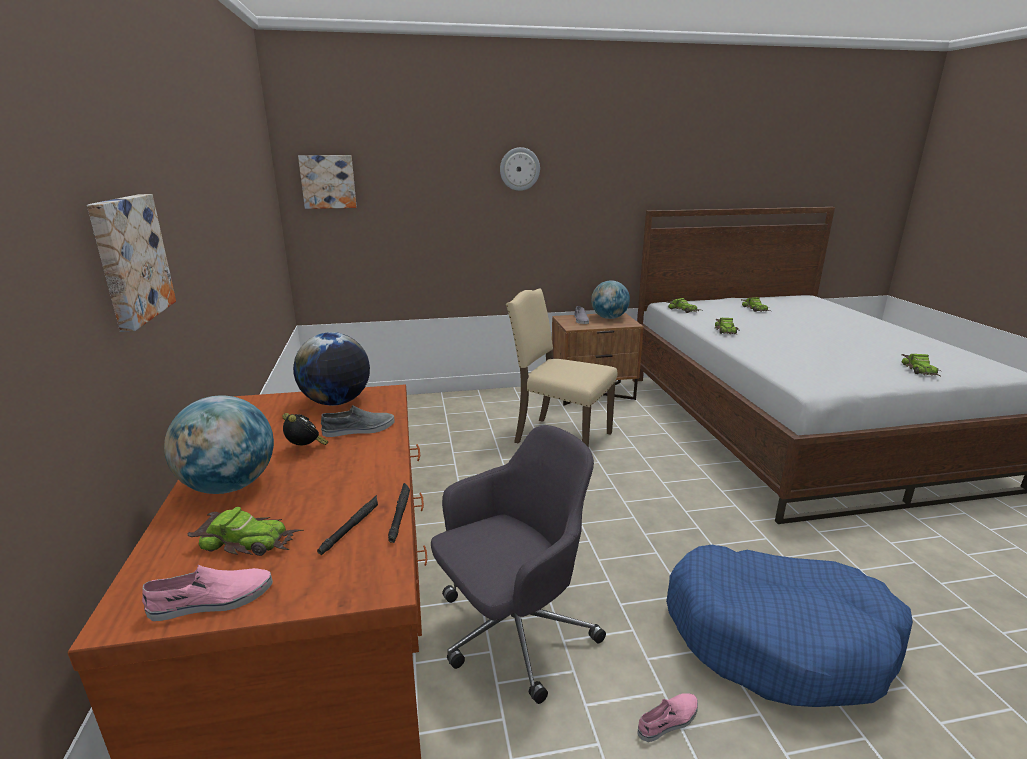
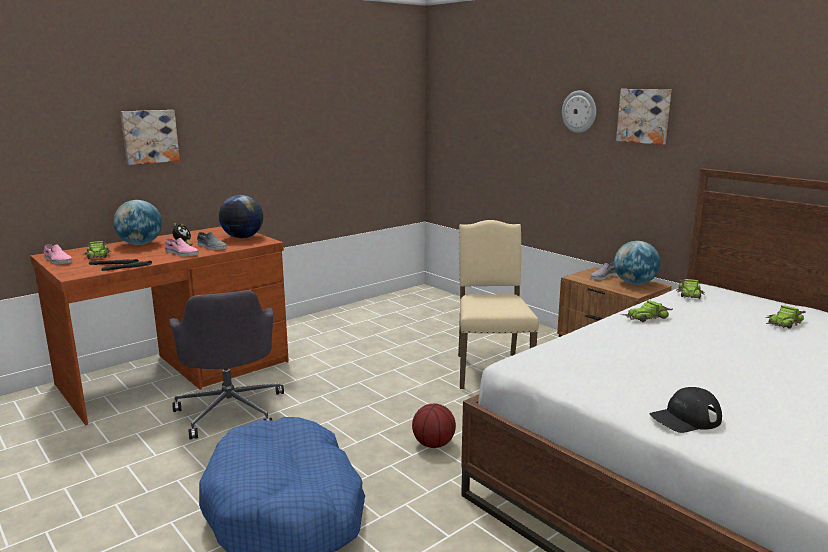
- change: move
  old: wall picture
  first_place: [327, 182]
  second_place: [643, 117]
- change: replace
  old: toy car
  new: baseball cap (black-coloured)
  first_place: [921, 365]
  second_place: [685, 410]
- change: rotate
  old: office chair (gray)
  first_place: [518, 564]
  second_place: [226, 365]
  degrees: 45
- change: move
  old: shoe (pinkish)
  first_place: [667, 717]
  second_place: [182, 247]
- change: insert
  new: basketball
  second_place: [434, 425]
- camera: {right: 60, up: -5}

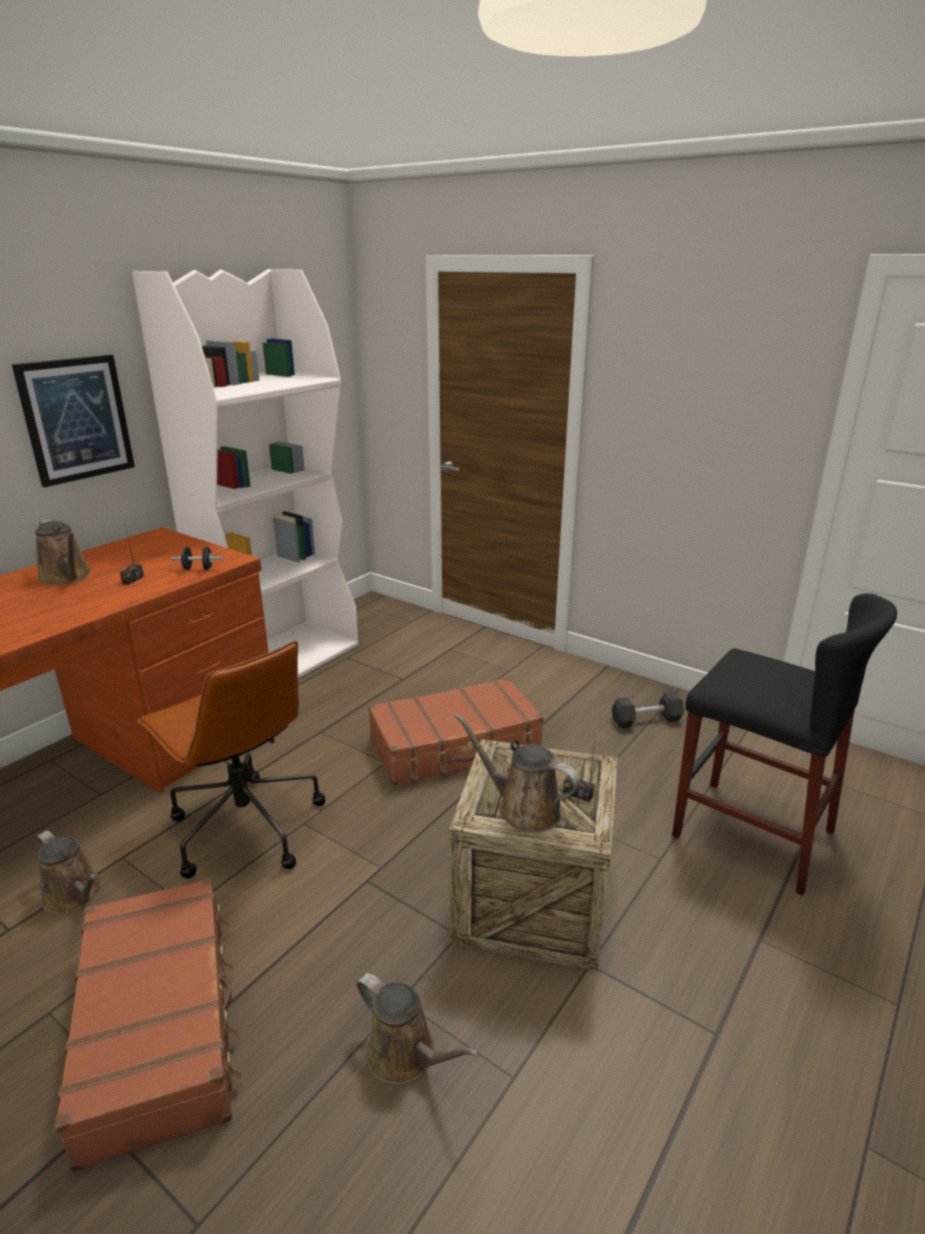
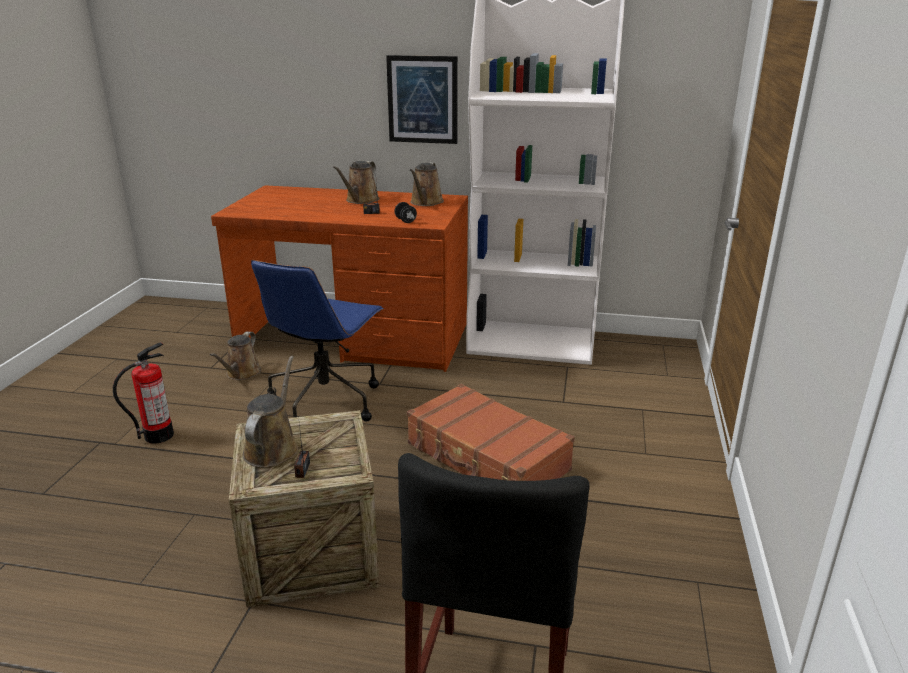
- change: recolor
  old: office chair (brown)
  new: office chair (bluish)
  first_place: [231, 760]
  second_place: [317, 341]
- change: delete
  old: hand weight (black-coloured)
  first_place: [648, 709]
- change: replace
  old: suitcase (brown)
  new: fire-fighting cylinder
  first_place: [148, 1025]
  second_place: [143, 393]
- change: move
  old: sprinkling can (brown)
  first_place: [417, 1029]
  second_place: [427, 184]
- camera: {right: 65, up: 0}

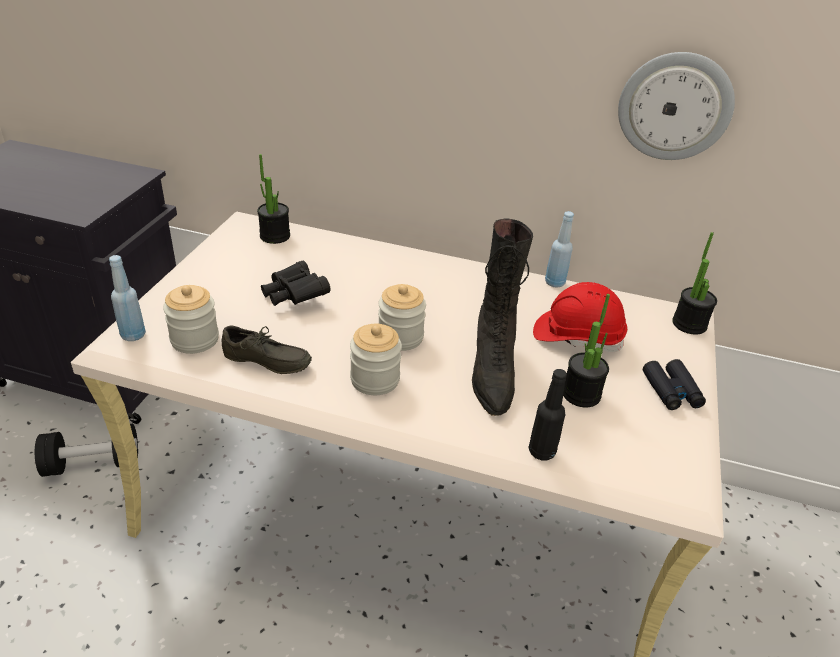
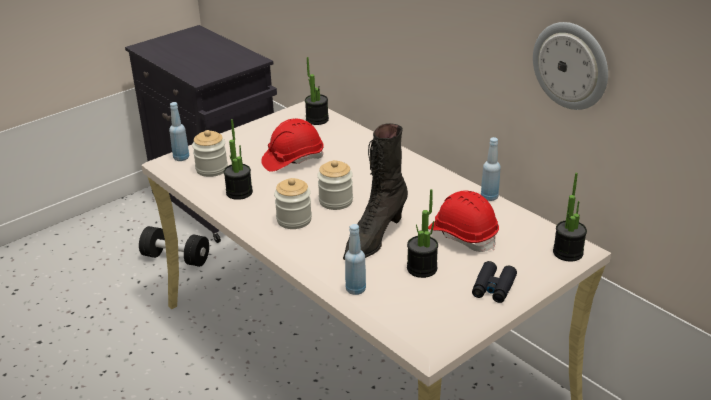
- change: replace
  old: field glasses (black-coloured)
  new: safety helmet (red)
  first_place: [296, 283]
  second_place: [292, 145]
- change: replace
  old: shoe (gray)
  new: houseplant
  first_place: [267, 349]
  second_place: [238, 159]
- change: recolor
  old: drink bottle (black-coloured)
  new: drink bottle (bluish)
  first_place: [547, 414]
  second_place: [355, 259]
- camera: {right: 35, up: -5}

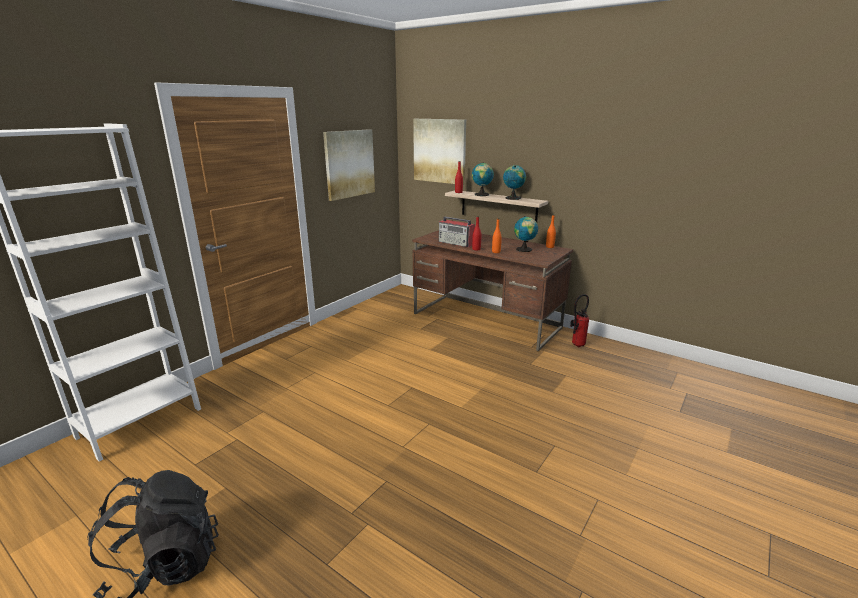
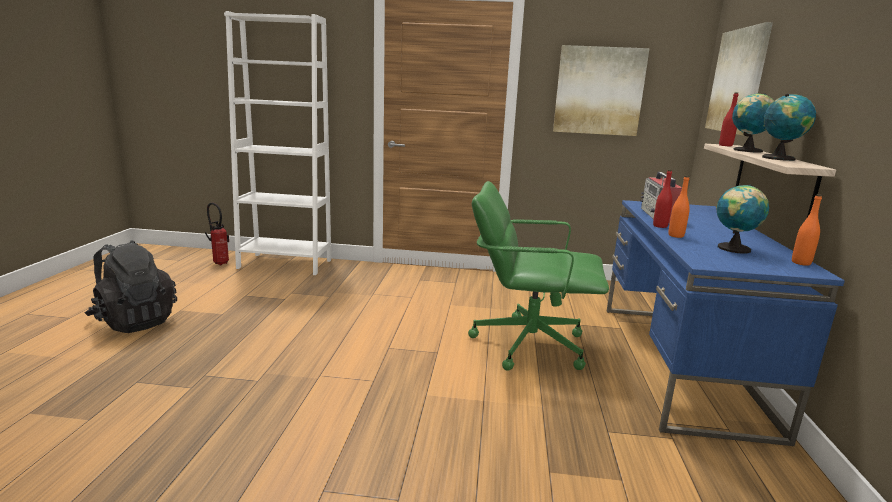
- change: recolor
  old: desk table (brown)
  new: desk table (bluish)
  first_place: [492, 290]
  second_place: [726, 323]
- change: move
  old: fire-fighting cylinder
  first_place: [579, 321]
  second_place: [217, 234]
- change: insert
  new: office chair (greenish)
  second_place: [538, 276]
- camera: {right: 60, up: -5}

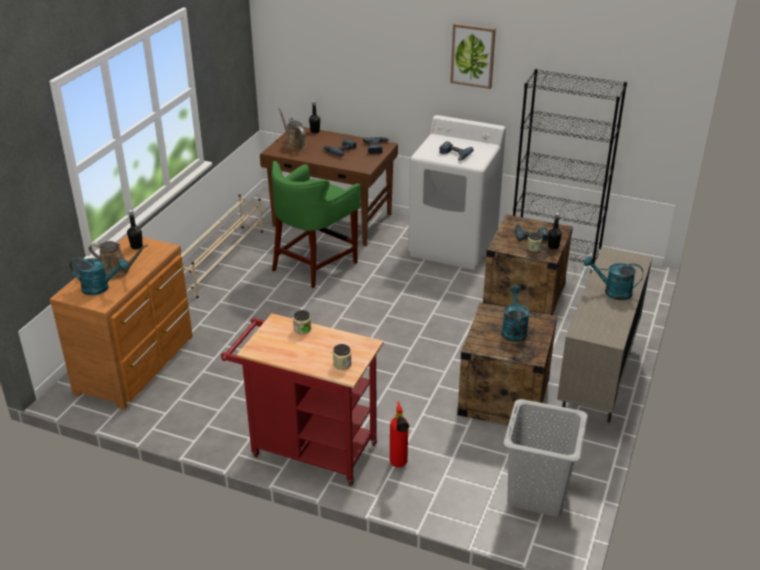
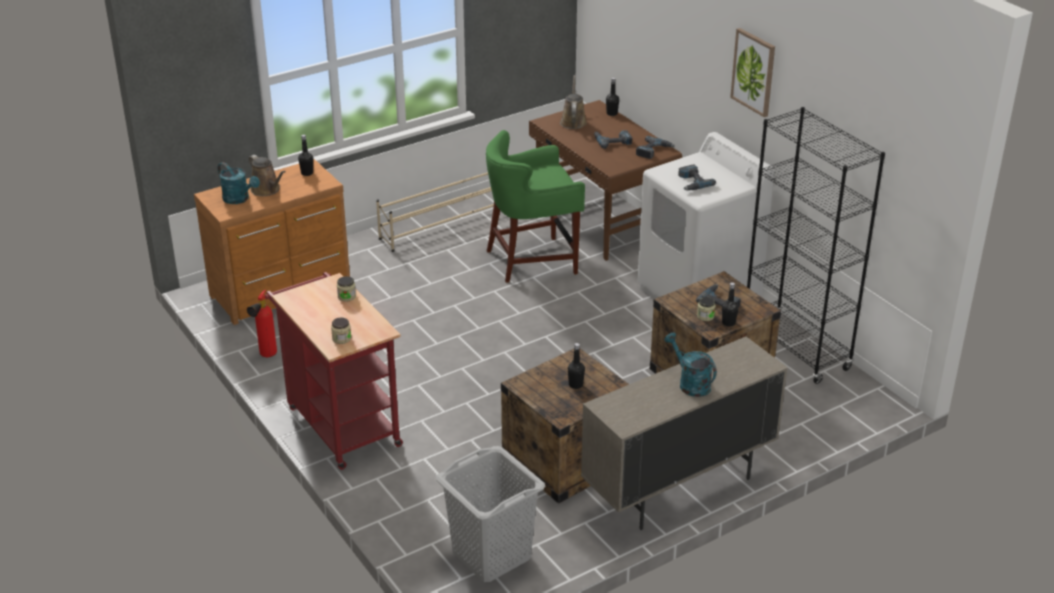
- change: replace
  old: sprinkling can (turquoise)
  new: drink bottle (black-coloured)
  first_place: [516, 314]
  second_place: [576, 366]
- change: move
  old: fire-fighting cylinder
  first_place: [399, 434]
  second_place: [262, 323]
- camera: {right: 35, up: 0}

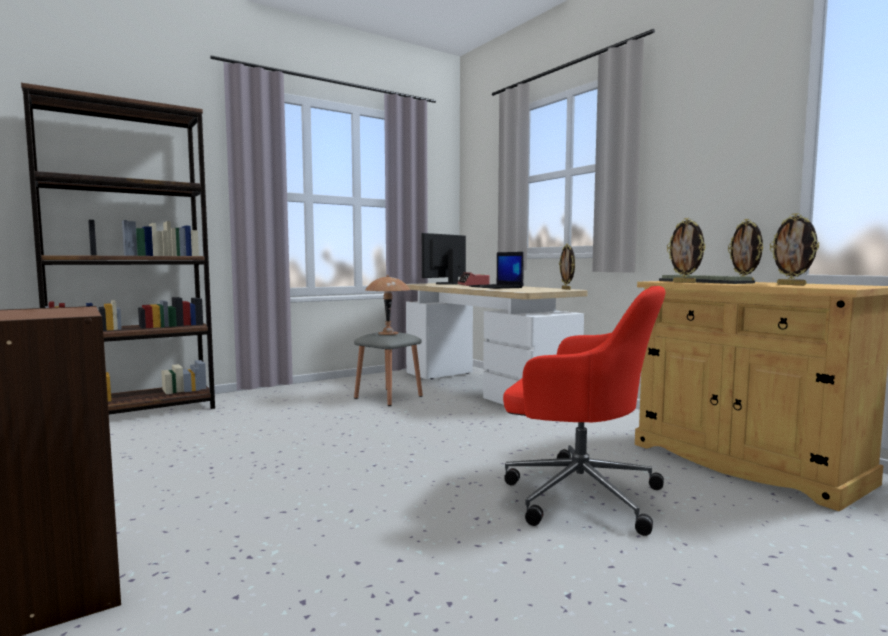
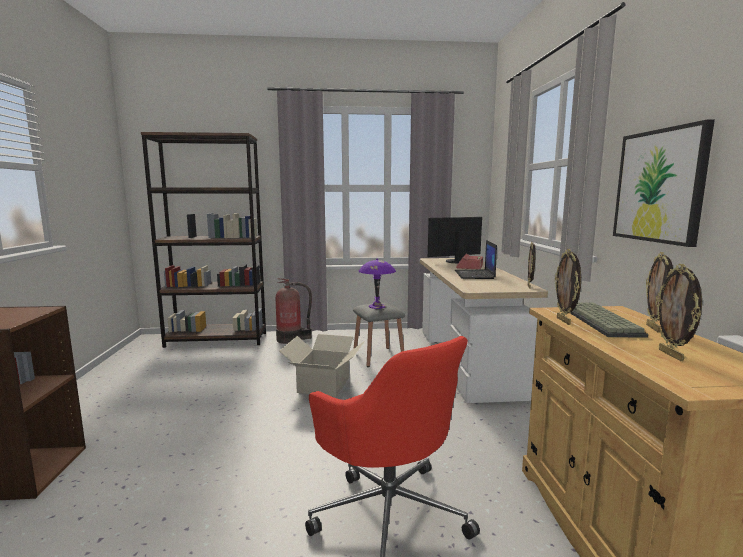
- change: recolor
  old: table lamp (brown)
  new: table lamp (purple)
  first_place: [387, 305]
  second_place: [377, 283]
- change: insert
  new: wall picture
  second_place: [664, 183]
- change: insert
  new: fire-fighting cylinder
  second_place: [294, 311]
- change: insert
  new: carton
  second_place: [322, 365]
- camera: {right: 30, up: 5}

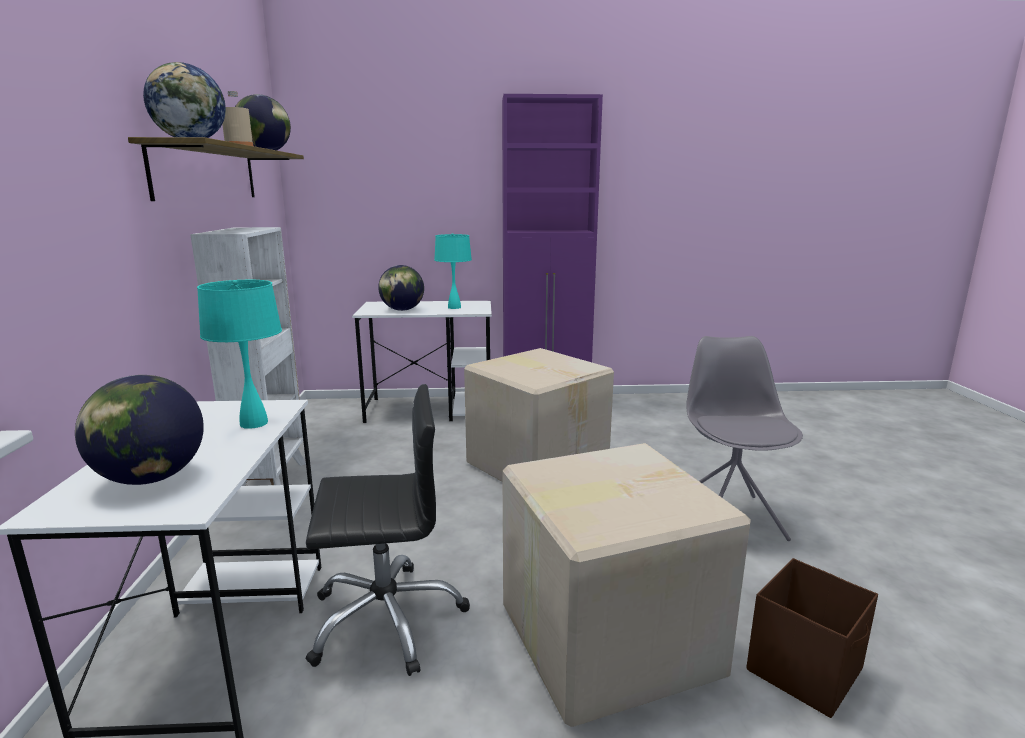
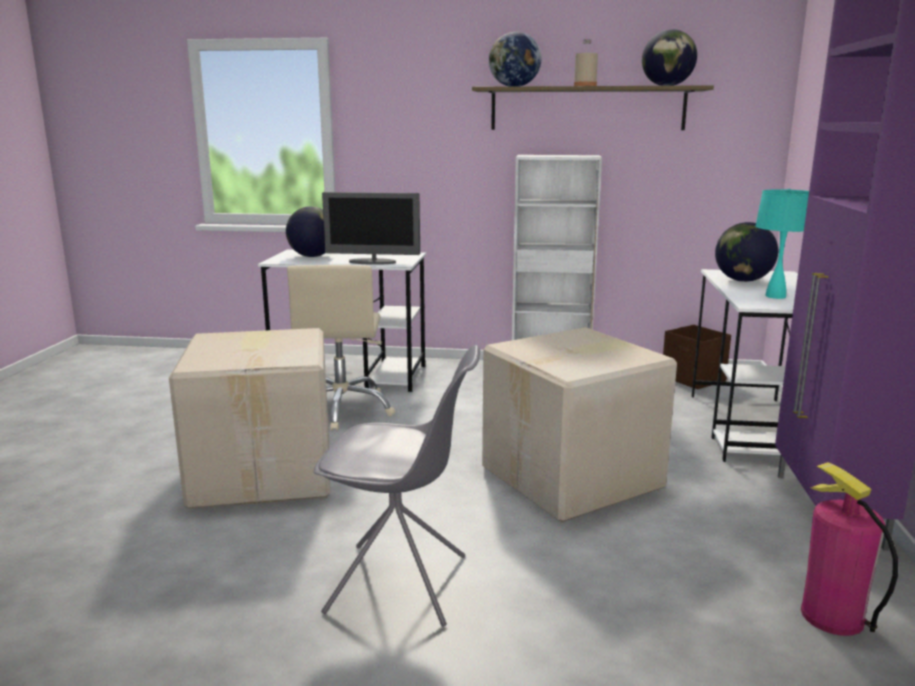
- change: replace
  old: table lamp (turquoise)
  new: computer screen
  first_place: [239, 354]
  second_place: [371, 228]
- change: recolor
  old: office chair (black-coloured)
  new: office chair (sand-coloured)
  first_place: [388, 530]
  second_place: [341, 348]
- change: move
  old: storage bin (brown)
  first_place: [812, 638]
  second_place: [697, 357]
- change: insert
  new: fire-fighting cylinder
  second_place: [849, 549]
- camera: {right: 100, up: 0}

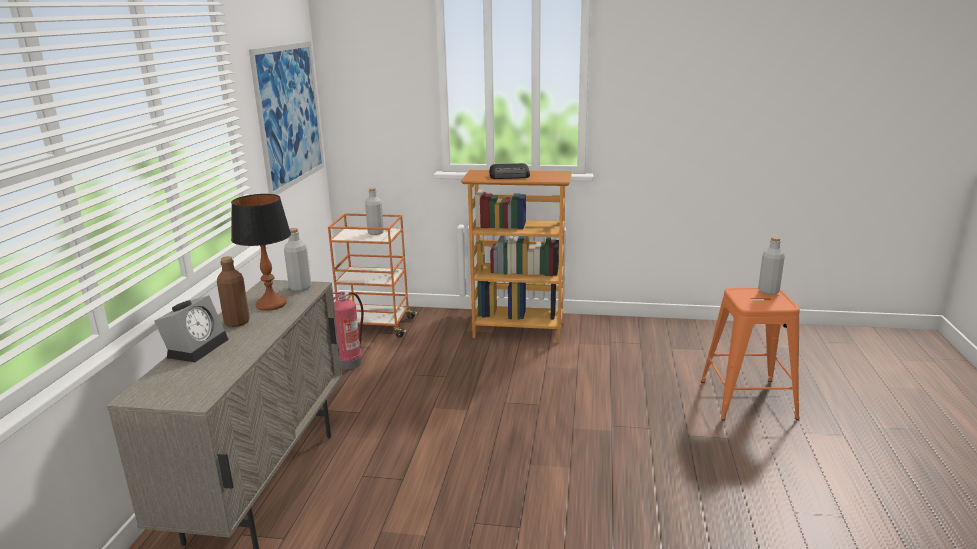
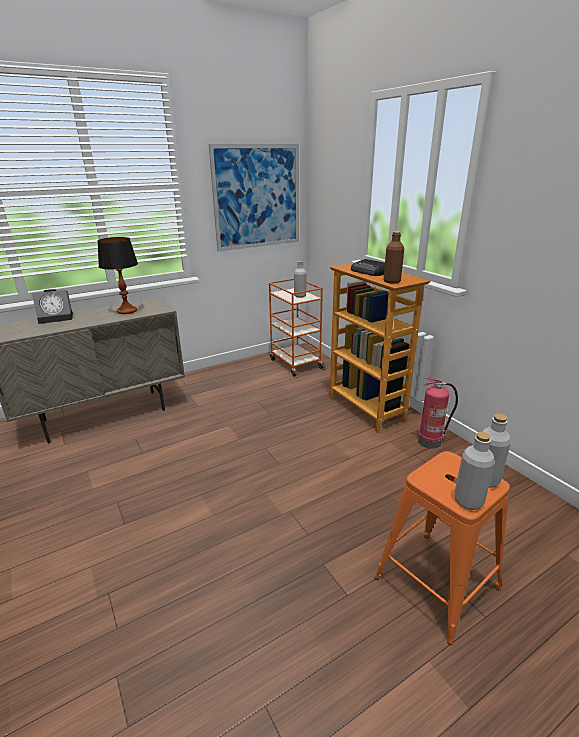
- change: move
  old: drink bottle (gray)
  first_place: [297, 259]
  second_place: [474, 471]
- change: move
  old: drink bottle (brown)
  first_place: [233, 291]
  second_place: [394, 257]
- change: move
  old: fire-fighting cylinder
  first_place: [348, 330]
  second_place: [438, 413]
- camera: {right: 50, up: 5}

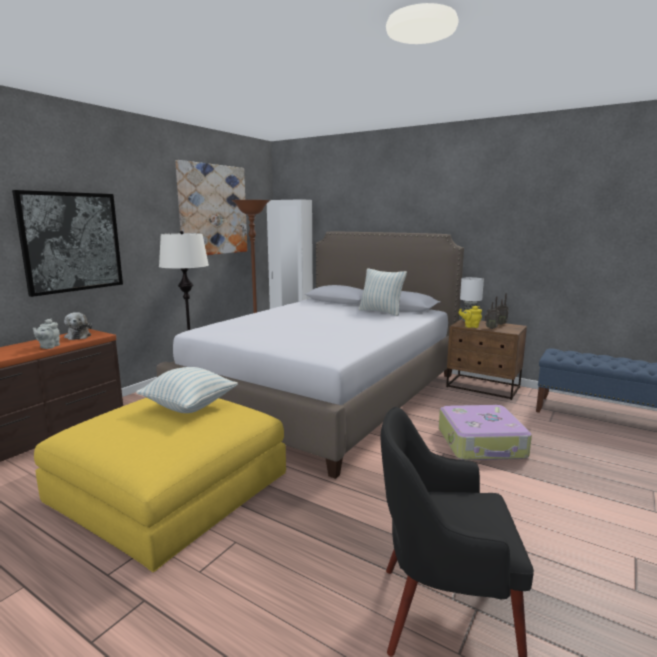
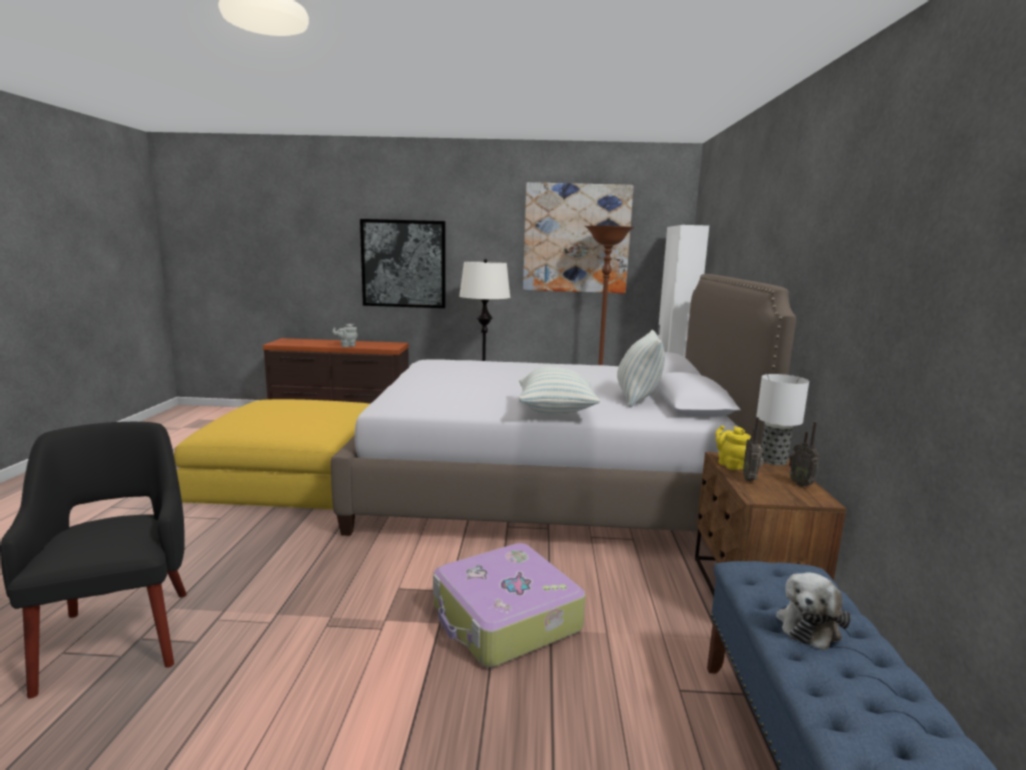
- change: move
  old: soft toy
  first_place: [78, 326]
  second_place: [813, 611]
- change: move
  old: cushion
  first_place: [187, 390]
  second_place: [559, 390]
- camera: {right: 60, up: 0}

